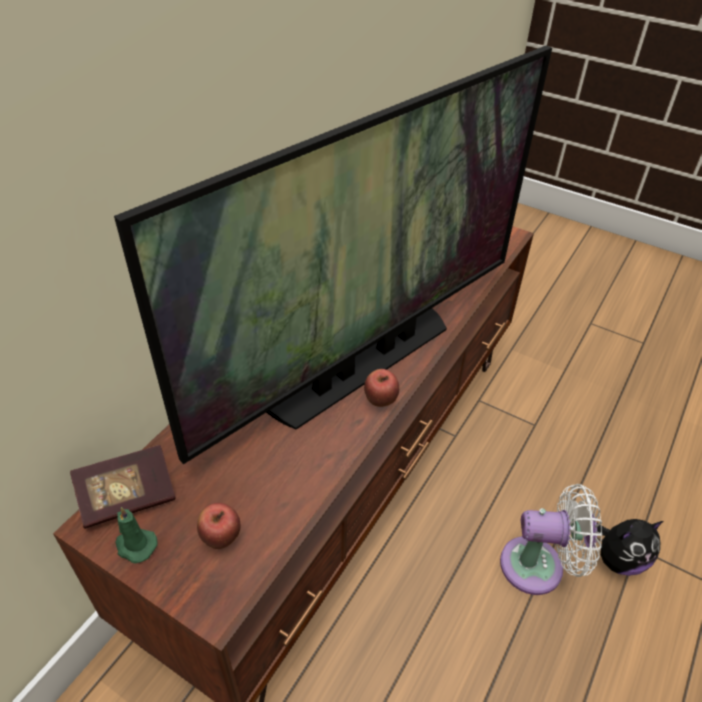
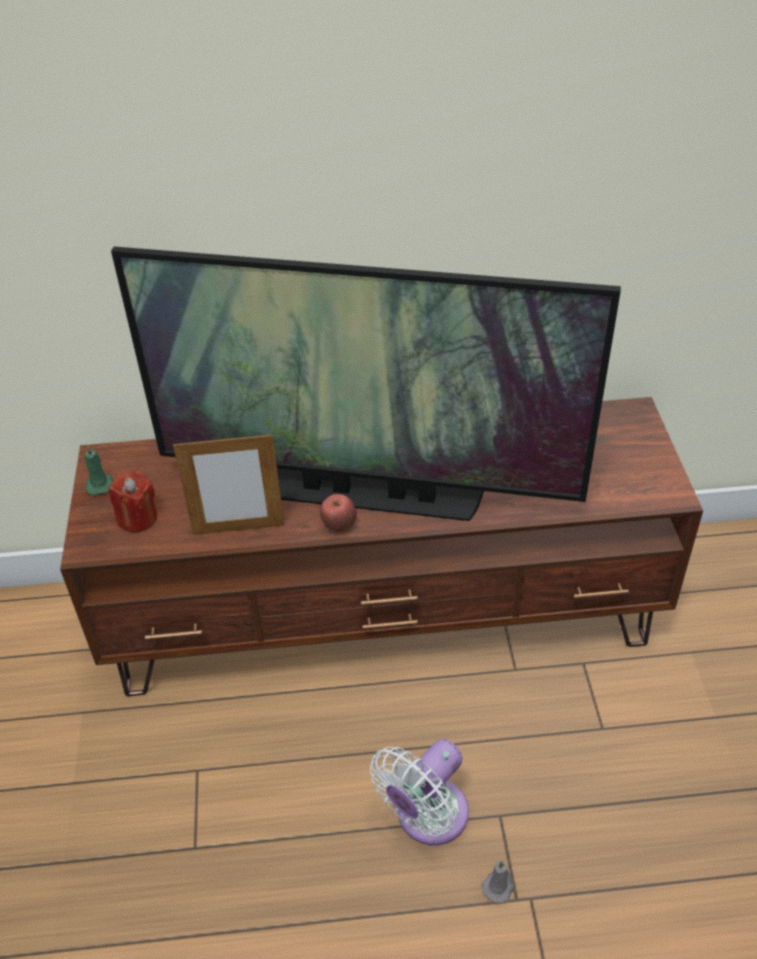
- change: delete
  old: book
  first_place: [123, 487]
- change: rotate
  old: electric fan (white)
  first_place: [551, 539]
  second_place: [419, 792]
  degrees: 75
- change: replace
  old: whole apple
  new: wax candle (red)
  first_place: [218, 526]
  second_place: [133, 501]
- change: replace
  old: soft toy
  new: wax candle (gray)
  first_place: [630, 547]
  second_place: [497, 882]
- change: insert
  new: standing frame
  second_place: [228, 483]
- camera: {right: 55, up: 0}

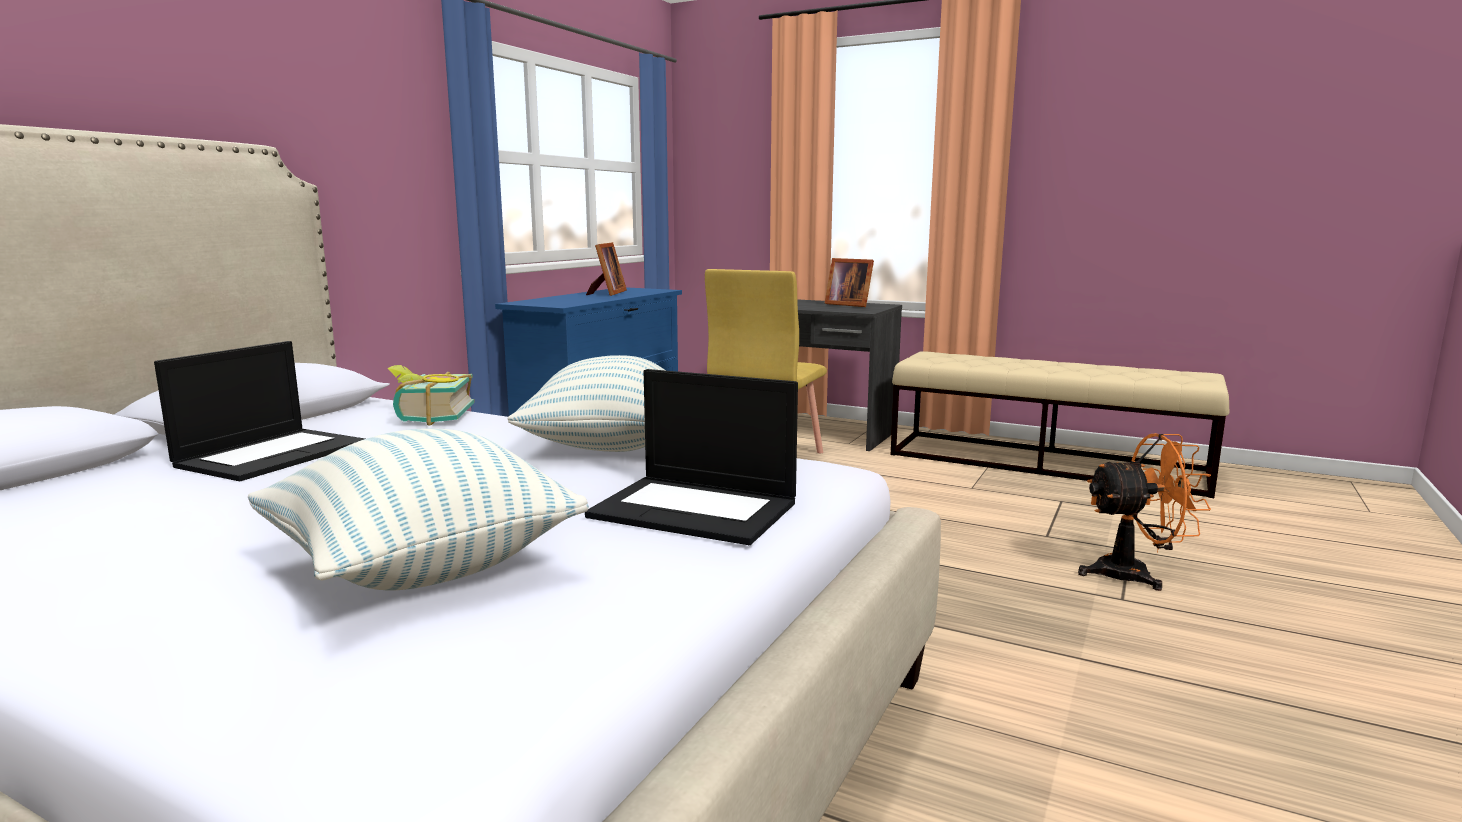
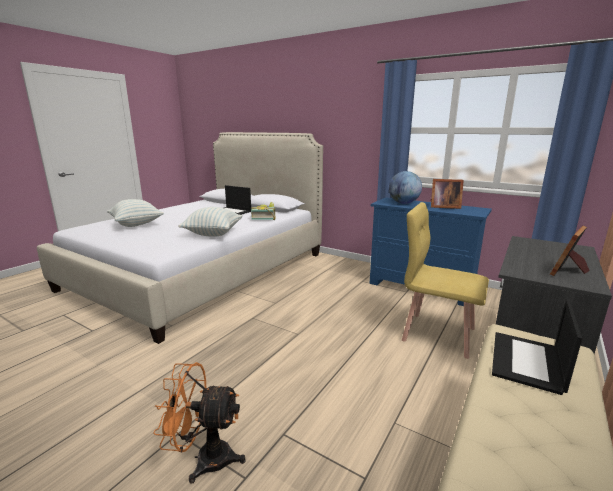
- change: move
  old: portable computer
  first_place: [691, 457]
  second_place: [537, 347]
- change: rotate
  old: electric fan (orange)
  first_place: [1144, 512]
  second_place: [199, 423]
  degrees: 90
- change: insert
  new: desk globe
  second_place: [405, 187]
- camera: {right: 95, up: 5}

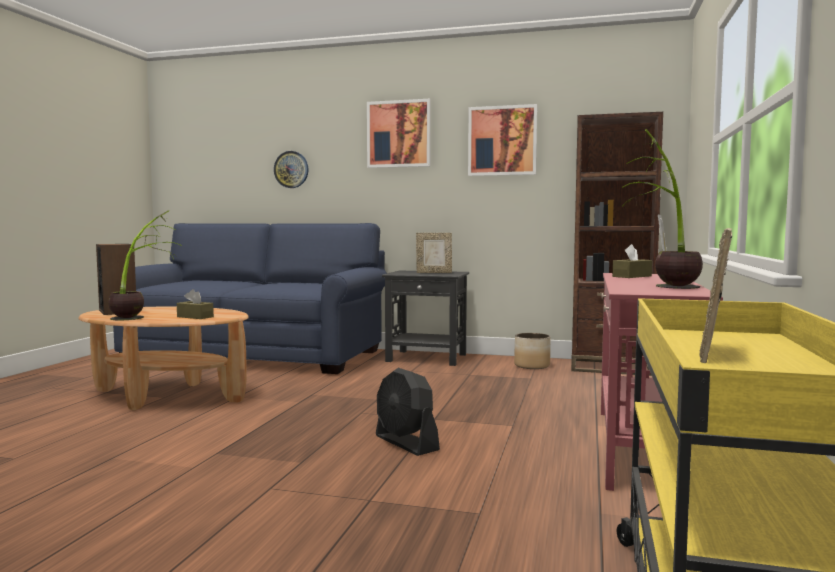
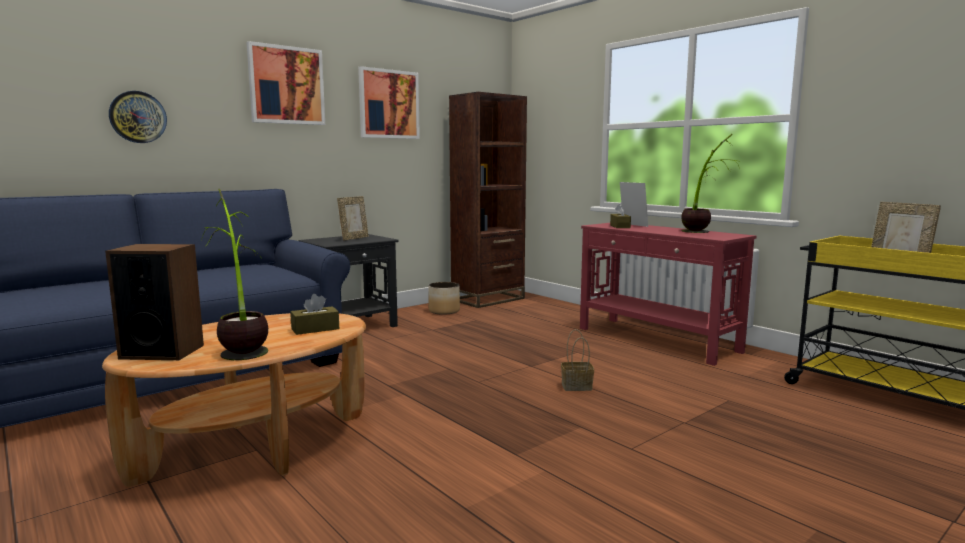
- change: replace
  old: electric fan (black-coloured)
  new: household basket
  first_place: [408, 412]
  second_place: [577, 360]
- camera: {right: -55, up: 5}

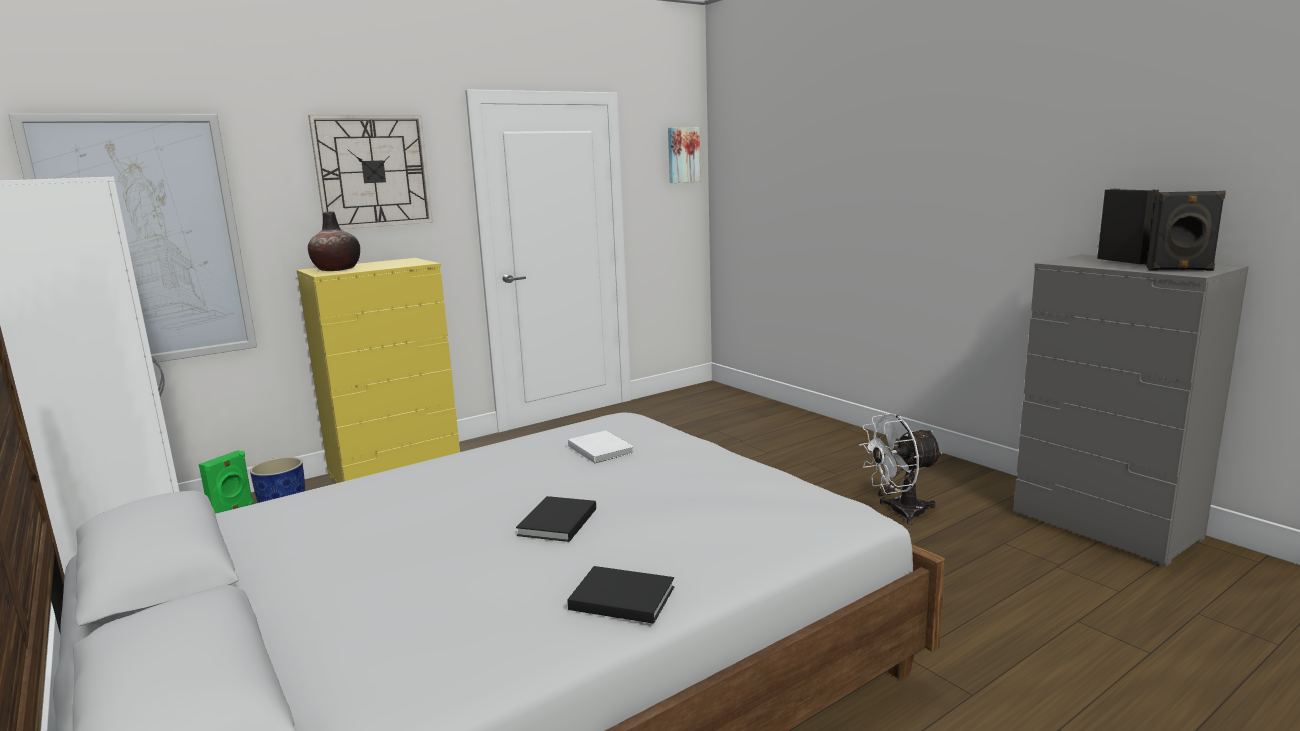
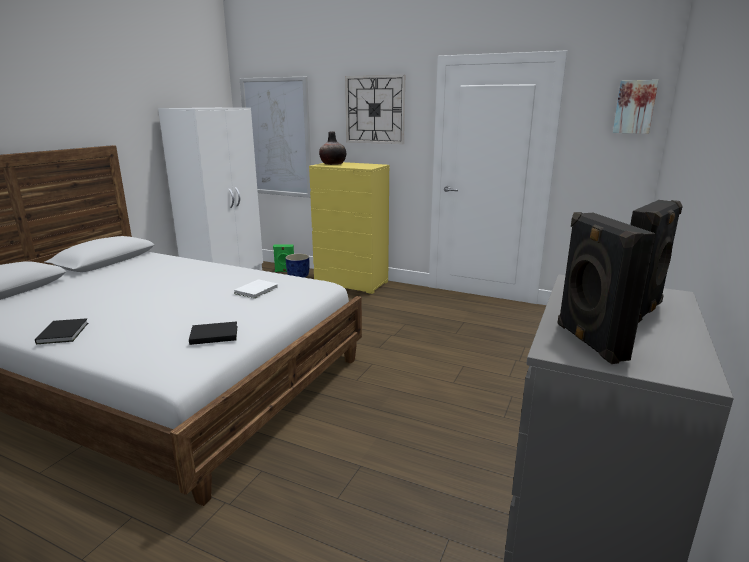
- change: delete
  old: electric fan (white)
  first_place: [901, 469]
- change: move
  old: book (black-coloured)
  first_place: [556, 519]
  second_place: [213, 333]
- camera: {right: 60, up: 5}

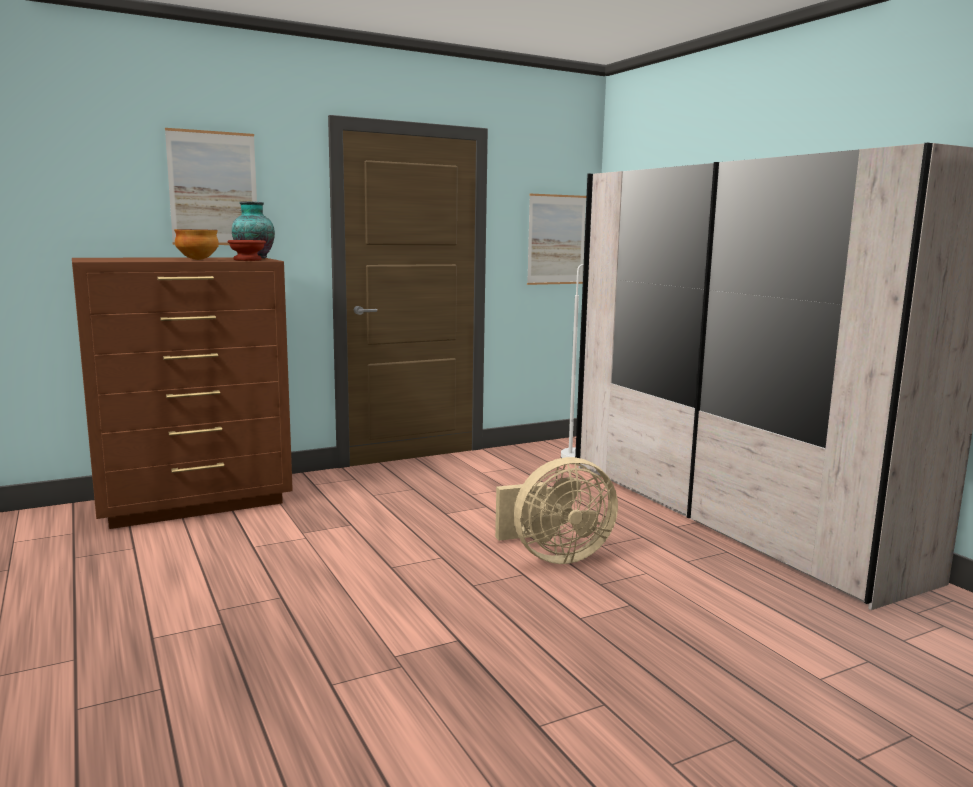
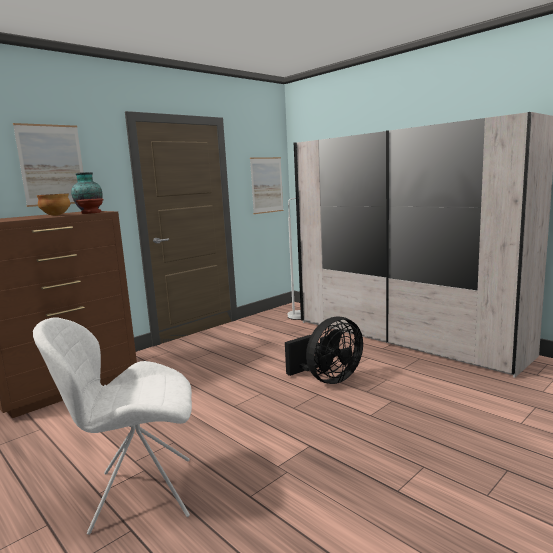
- change: recolor
  old: electric fan (sand-coloured)
  new: electric fan (black-coloured)
  first_place: [556, 510]
  second_place: [324, 350]
- change: insert
  new: upright chair (white)
  second_place: [112, 426]
- camera: {right: -15, up: 0}

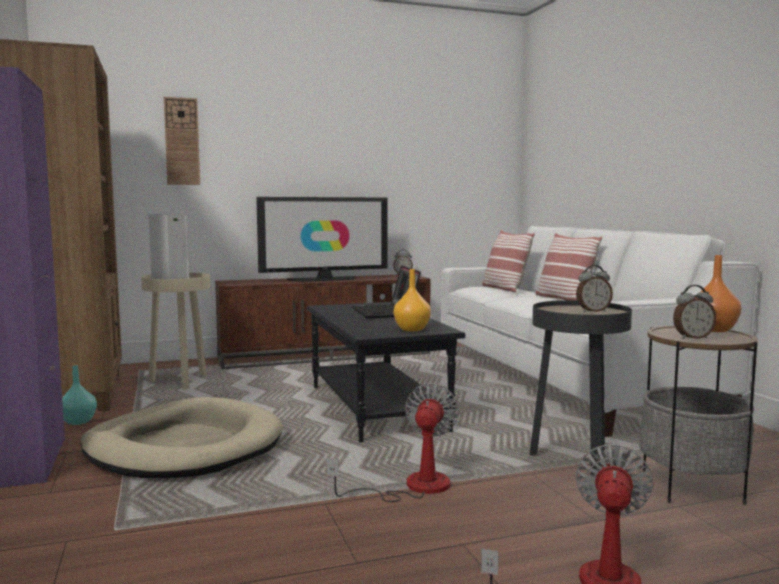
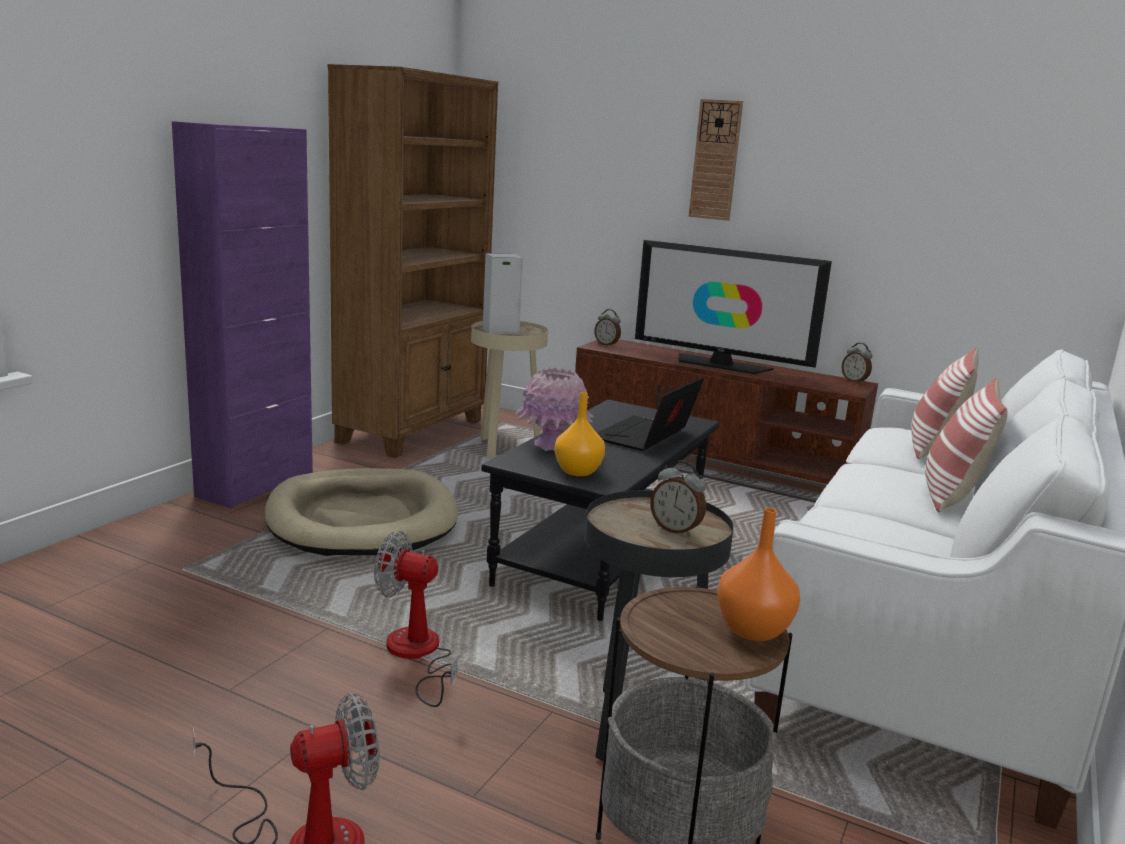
- change: move
  old: clock on the wall
  first_place: [182, 141]
  second_place: [716, 160]
- change: move
  old: alarm clock
  first_place: [694, 312]
  second_place: [608, 328]
- change: delete
  old: decorative vase (turquoise)
  first_place: [79, 395]
- change: rotate
  old: electric fan
  first_place: [392, 442]
  second_place: [416, 619]
  degrees: -135
- change: insert
  new: decorative vase (pinkish)
  second_place: [554, 409]
- camera: {right: 45, up: 10}

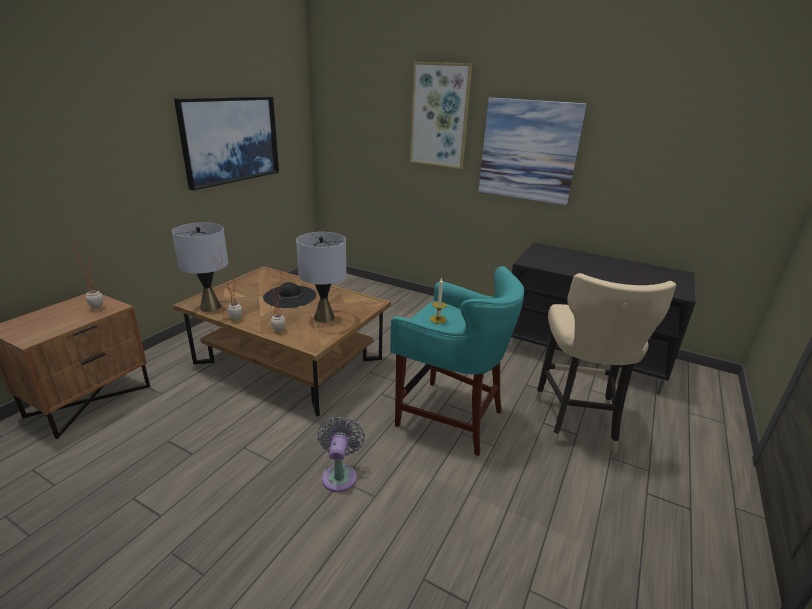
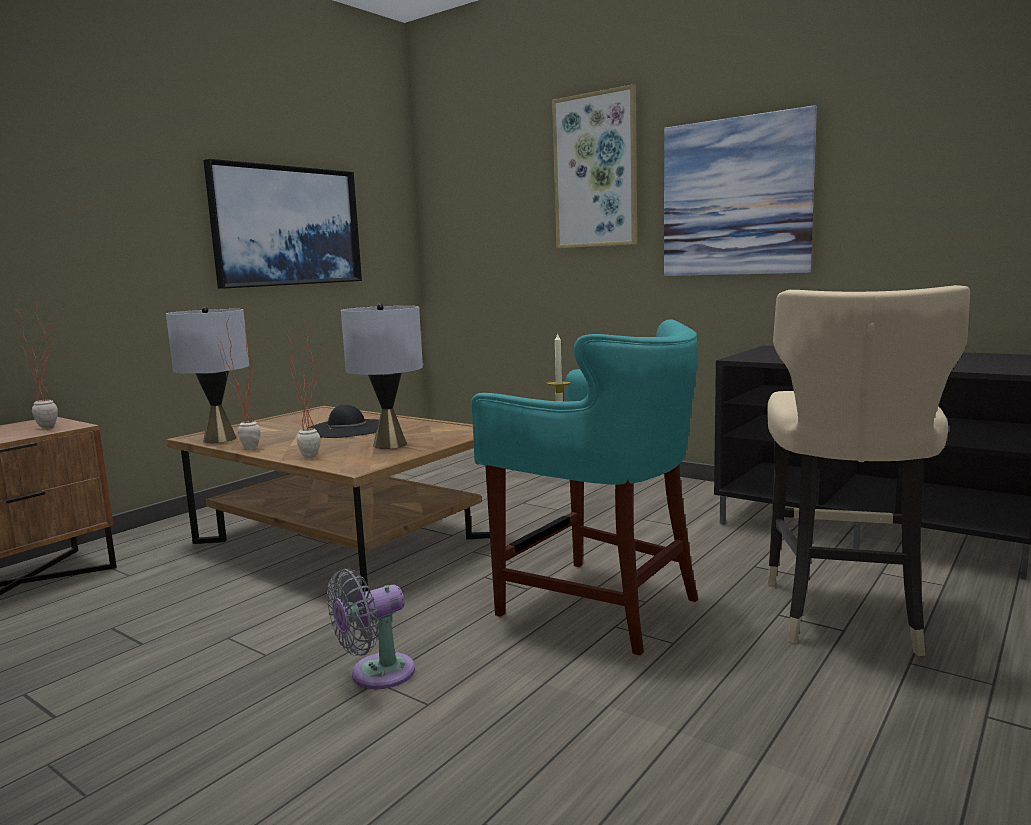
- change: rotate
  old: electric fan (gray)
  first_place: [341, 454]
  second_place: [371, 629]
  degrees: -135
- camera: {right: 10, up: -15}

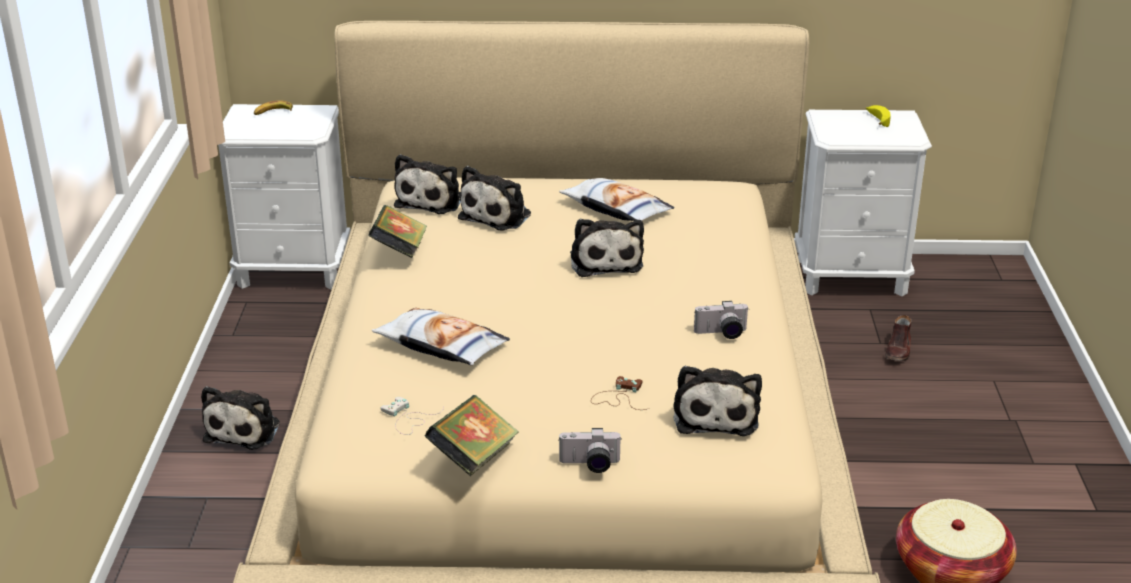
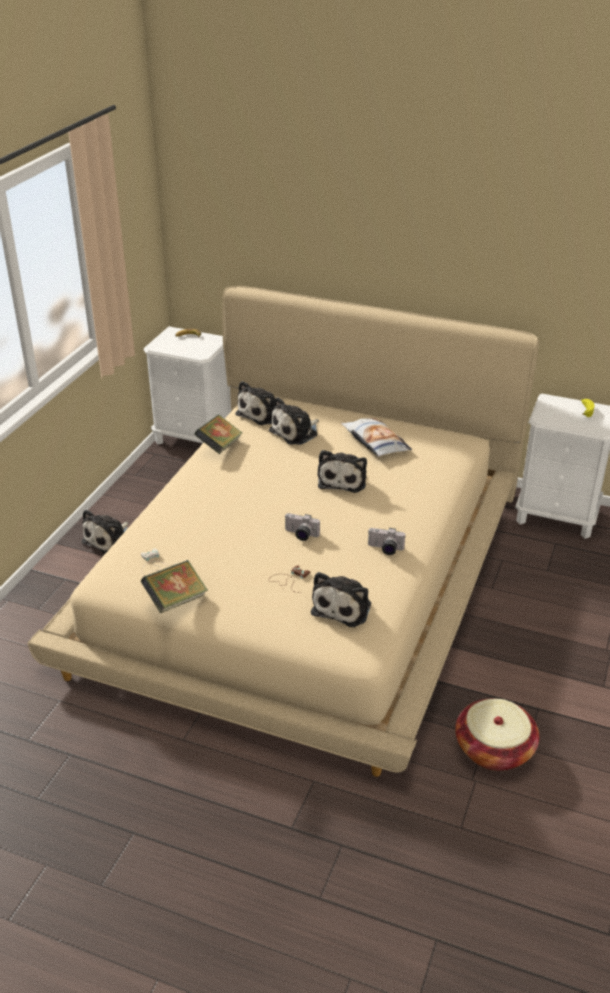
- change: delete
  old: cushion
  first_place: [440, 336]
- change: delete
  old: shoe (brown)
  first_place: [898, 338]
- change: move
  old: still camera
  first_place: [590, 450]
  second_place: [302, 527]
- camera: {right: 20, up: 5}

